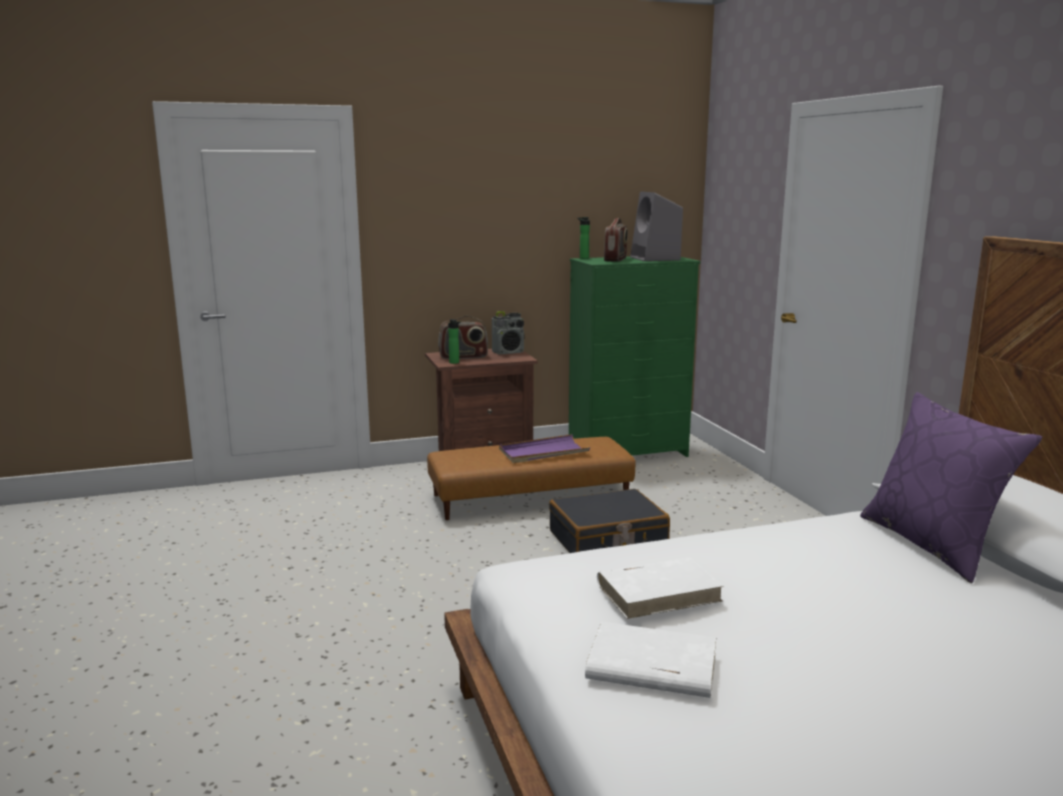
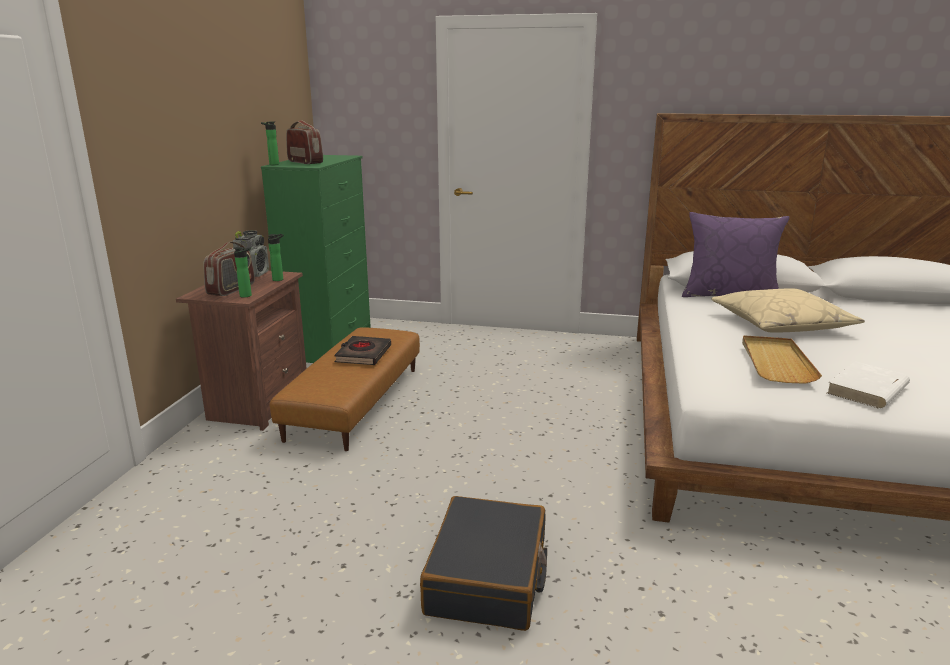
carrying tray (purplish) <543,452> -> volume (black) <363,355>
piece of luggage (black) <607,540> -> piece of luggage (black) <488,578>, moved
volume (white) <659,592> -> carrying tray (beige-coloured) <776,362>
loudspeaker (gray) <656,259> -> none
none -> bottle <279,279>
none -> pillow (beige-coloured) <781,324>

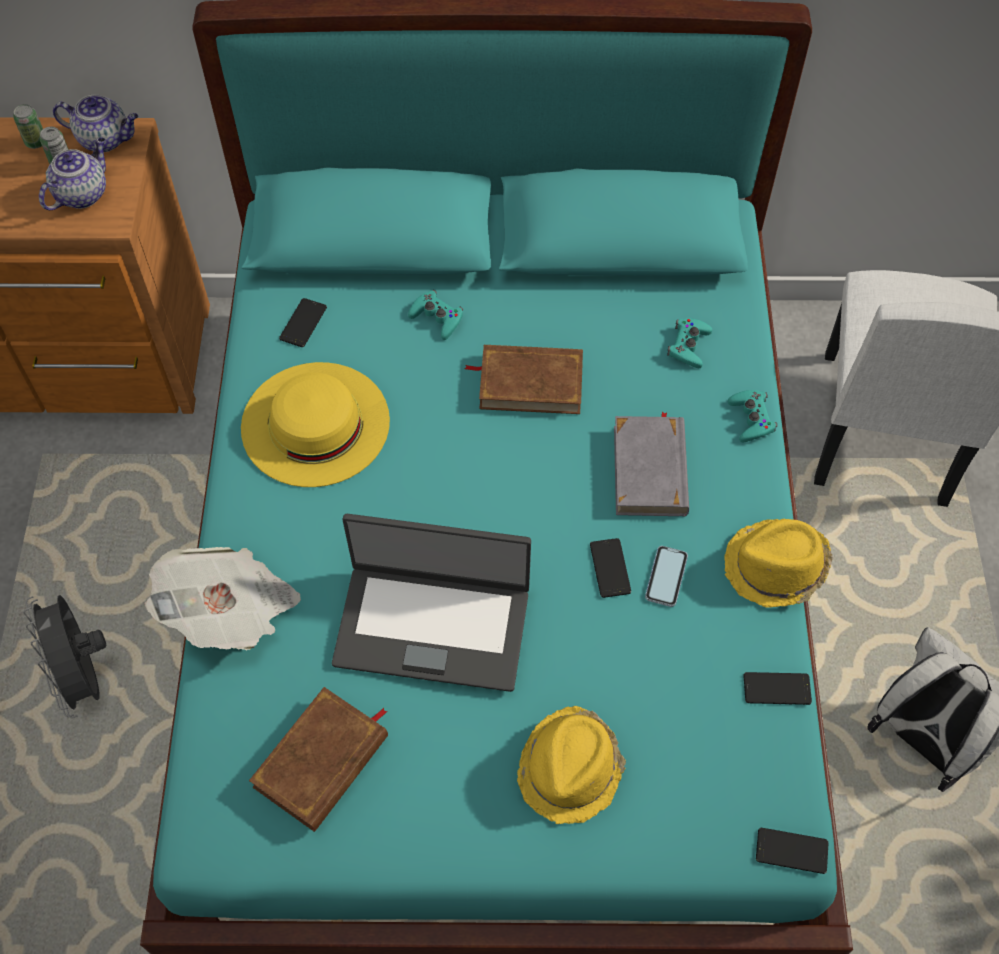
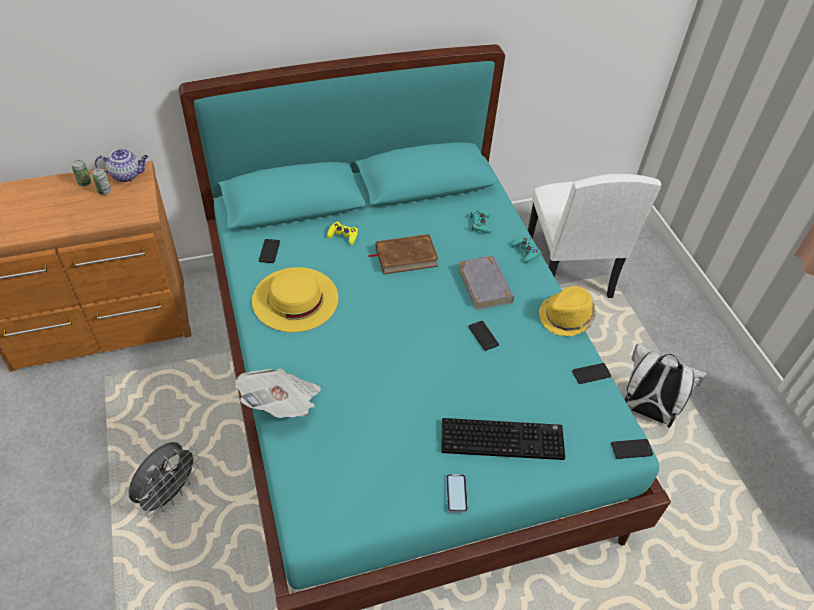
cooling fan (gray) <85,676> -> cooling fan (gray) <169,494>, 105 degrees counterclockwise
teapot <82,193> -> none
volume (brown) <322,761> -> none
notebook computer <432,625> -> none
joypad (blue-green) <437,318> -> joypad (yellow-coloured) <343,235>
hat (yellow-coloured) <571,769> -> keyboard <503,438>
handset <666,577> -> handset <456,493>, moved

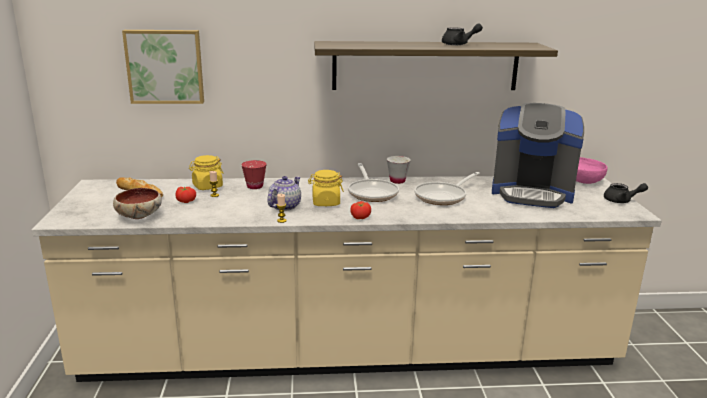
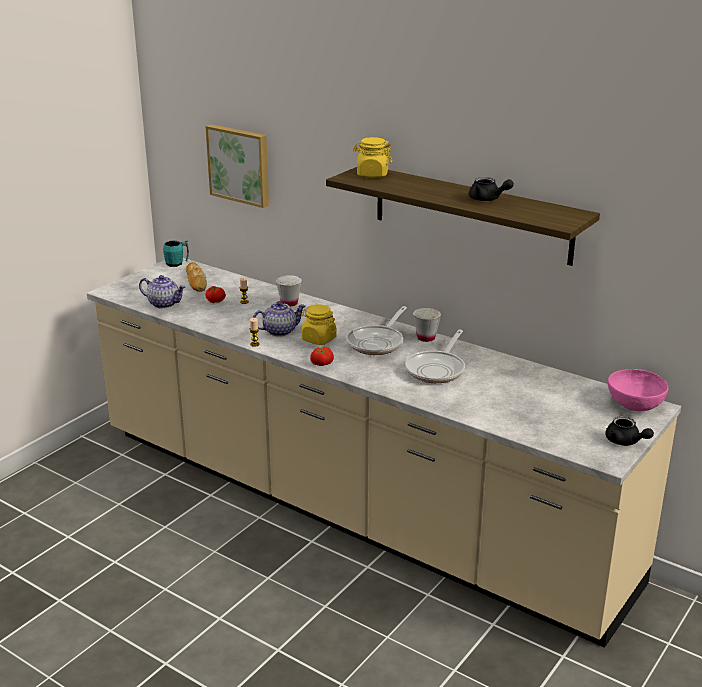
deep dish <139,215> -> teapot <164,304>
preserve jar (yellow-coloured) <207,186> -> preserve jar (yellow-coloured) <372,174>, moved
drinking cup (red) <255,186> -> drinking cup (white) <289,303>
skillet <443,196> -> skillet <437,369>, 60 degrees counterclockwise
coffee brewer <532,193> -> none
none -> tea mug (blue-green) <177,263>

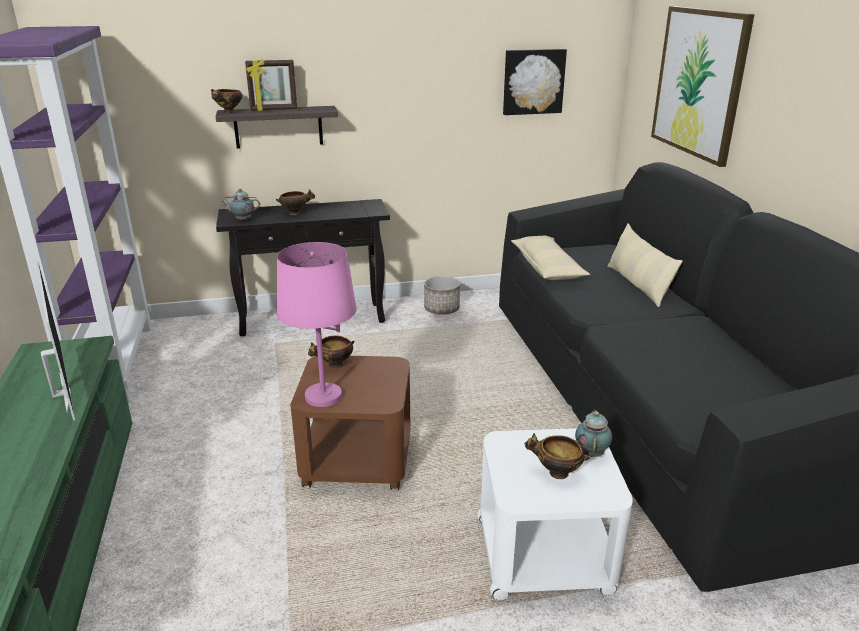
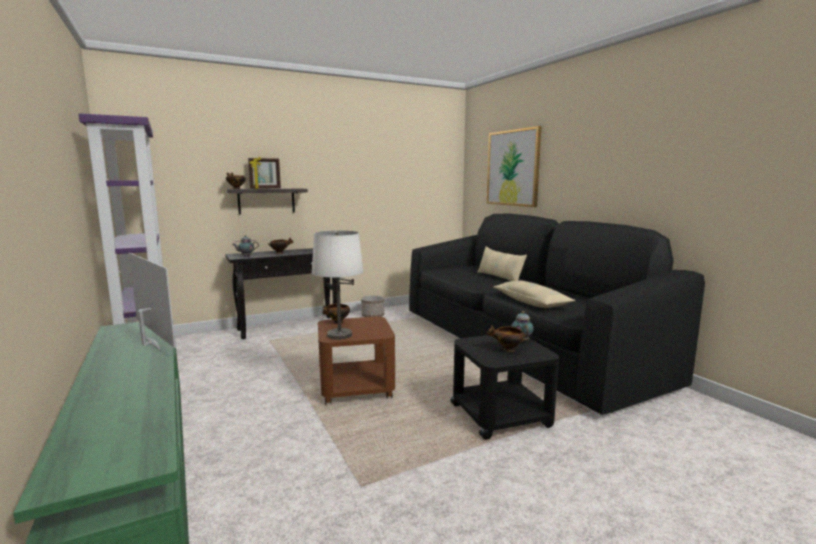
tabletop lamp (pink-coloured) <323,397> -> tabletop lamp (white) <339,335>
accent table (white) <545,554> -> accent table (black) <501,415>
wall art <533,81> -> none
pillow (beige-coloured) <547,268> -> pillow (beige-coloured) <531,302>, moved

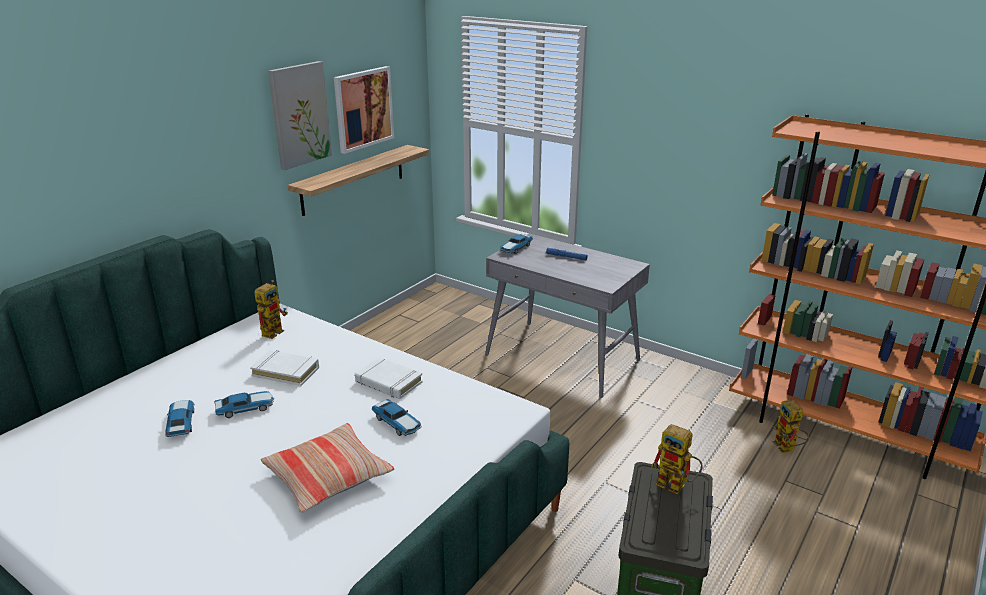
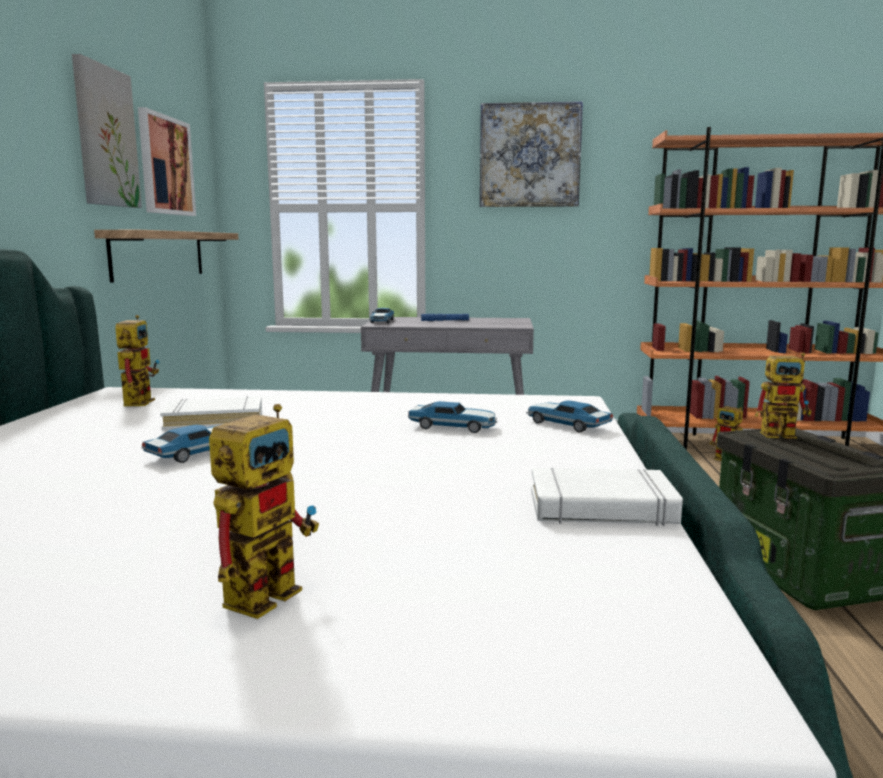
miniature car <181,423> -> miniature car <566,424>, moved
pillow <328,476> -> none
volume (white) <388,382> -> volume (white) <601,507>, moved
none -> toy robot <268,589>
none -> wall art <530,155>

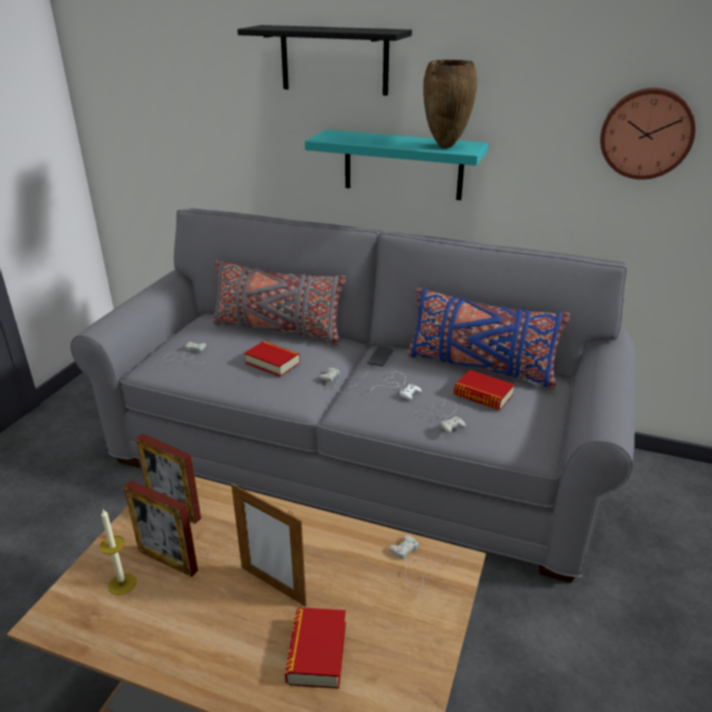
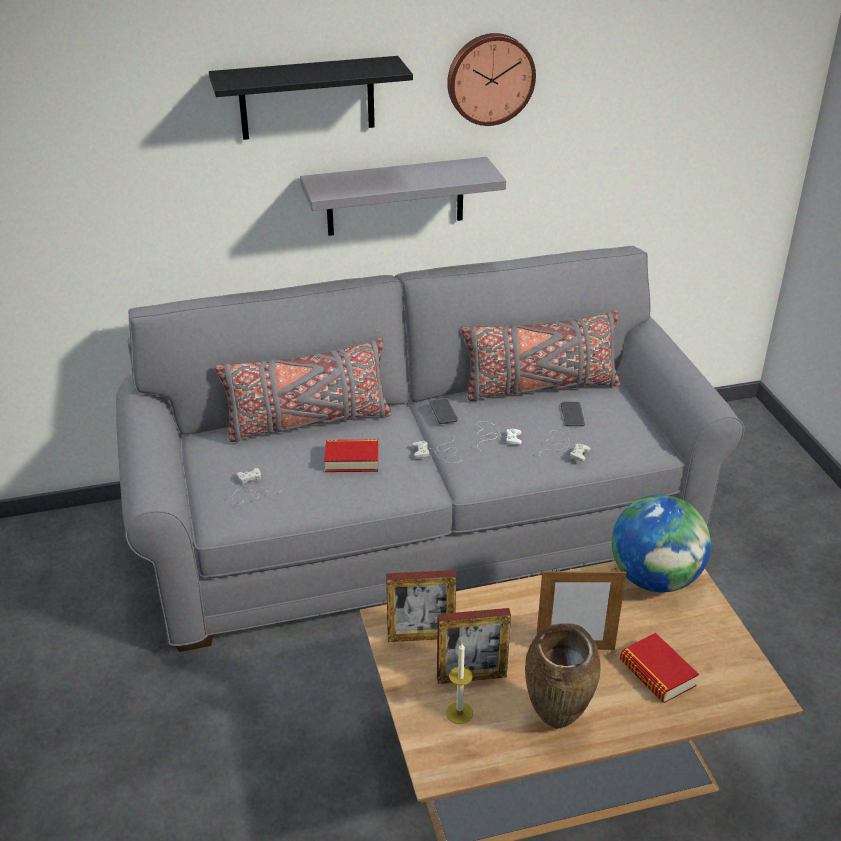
bracket shelf (blue-green) <403,165> -> bracket shelf (gray) <395,196>
joypad (white) <417,564> -> globe <654,578>
pillow (bluish) <480,366> -> pillow (gray) <540,387>
vase (brown) <446,147> -> vase (brown) <557,722>, moved
volume <483,395> -> handset <572,415>
wall clock <646,133> -> wall clock <490,78>, moved

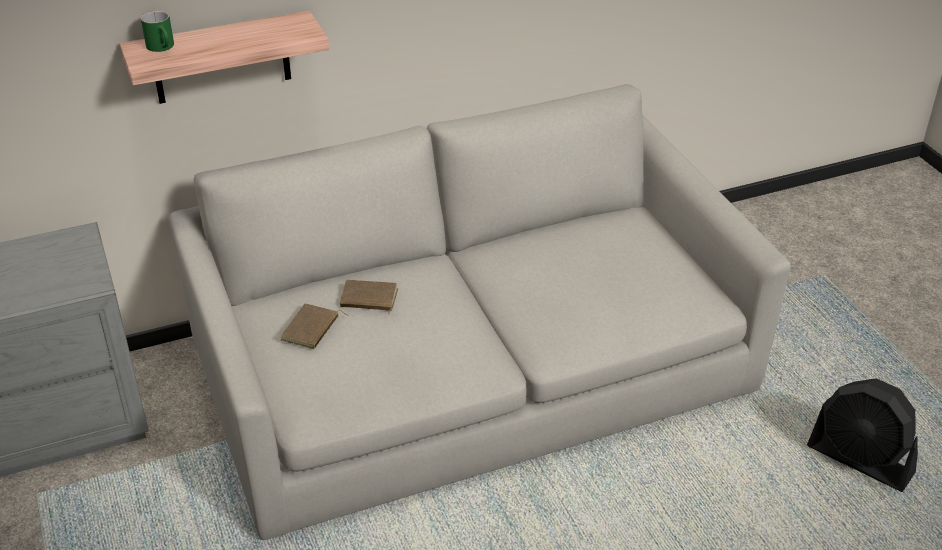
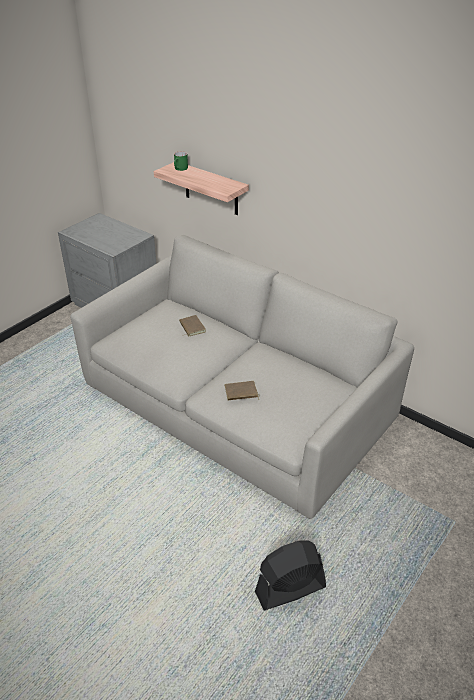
volume (brown) <312,329> -> volume (brown) <241,393>, moved
cooling fan (black) <860,460> -> cooling fan (black) <290,589>, 60 degrees clockwise

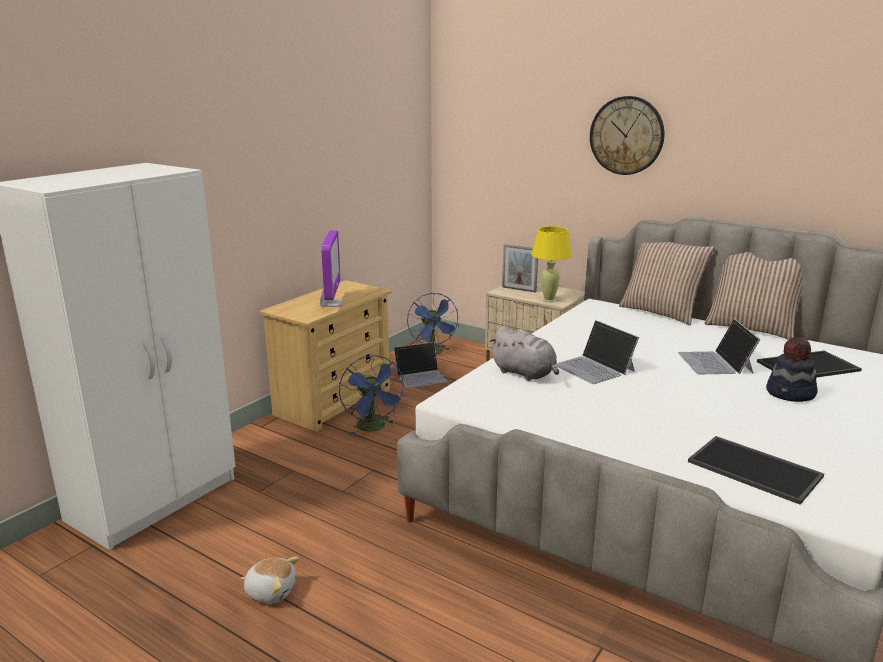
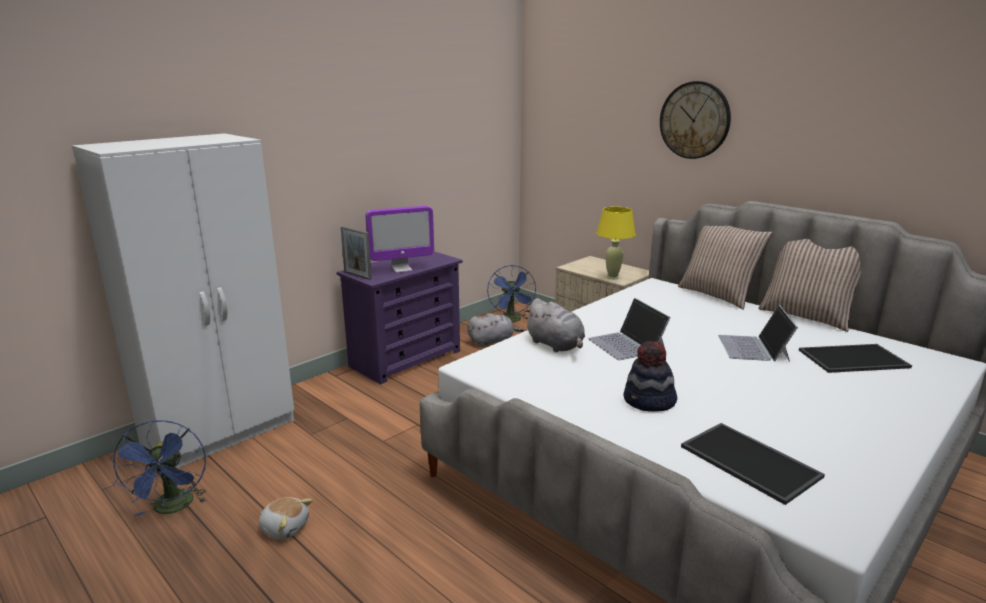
chest of drawers (beige-coloured) <334,401> -> chest of drawers (purplish) <406,358>
computer display <331,304> -> computer display <402,269>, 60 degrees clockwise
cooling fan (bluish) <374,428> -> cooling fan (bluish) <173,508>, moved
notebook computer <421,376> -> soft toy (gray) <492,341>
photo frame <519,289> -> photo frame <357,275>, moved
hat <791,394> -> hat <649,402>, moved

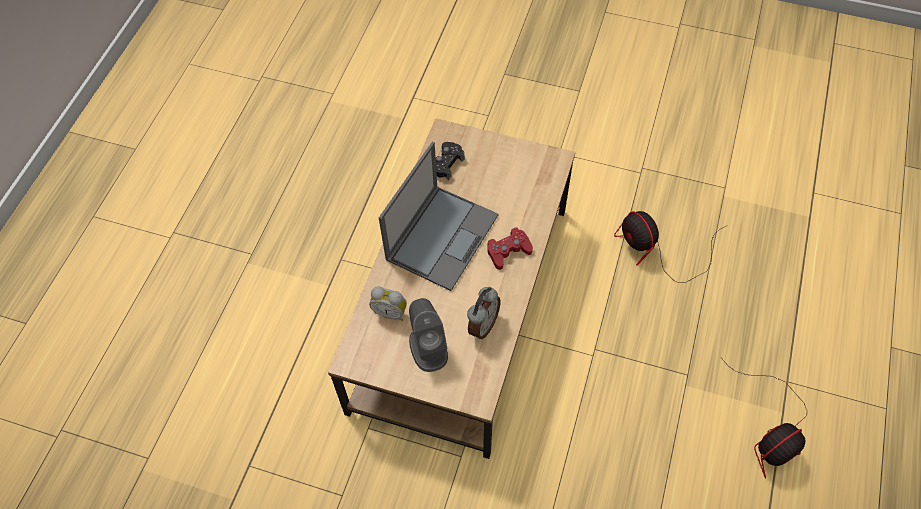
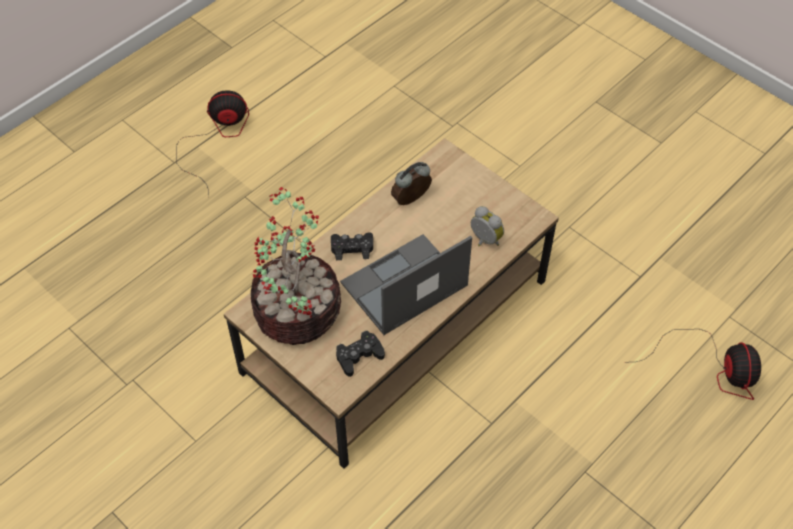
loudspeaker (gray) <428,347> -> none
joypad (red) <508,251> -> joypad (black) <352,248>
cooling fan <657,251> -> cooling fan <713,368>, moved
none -> houseplant <297,310>

